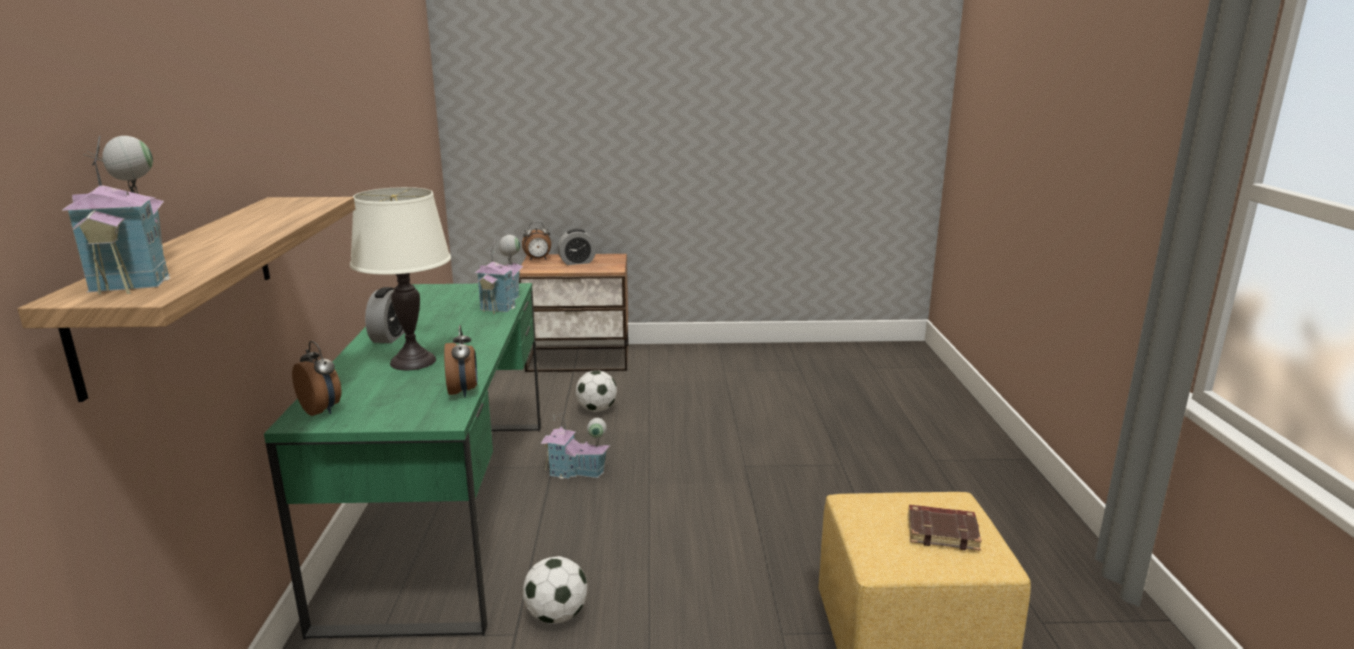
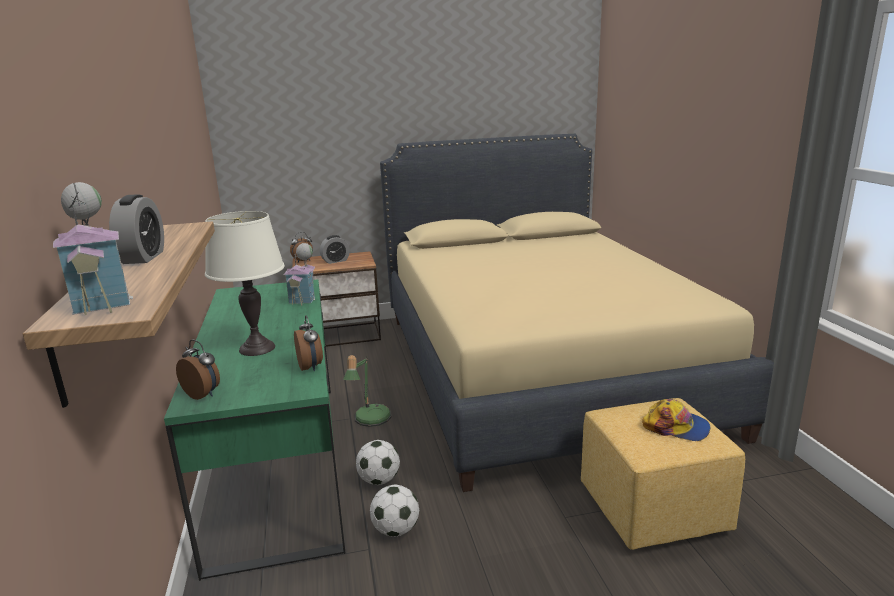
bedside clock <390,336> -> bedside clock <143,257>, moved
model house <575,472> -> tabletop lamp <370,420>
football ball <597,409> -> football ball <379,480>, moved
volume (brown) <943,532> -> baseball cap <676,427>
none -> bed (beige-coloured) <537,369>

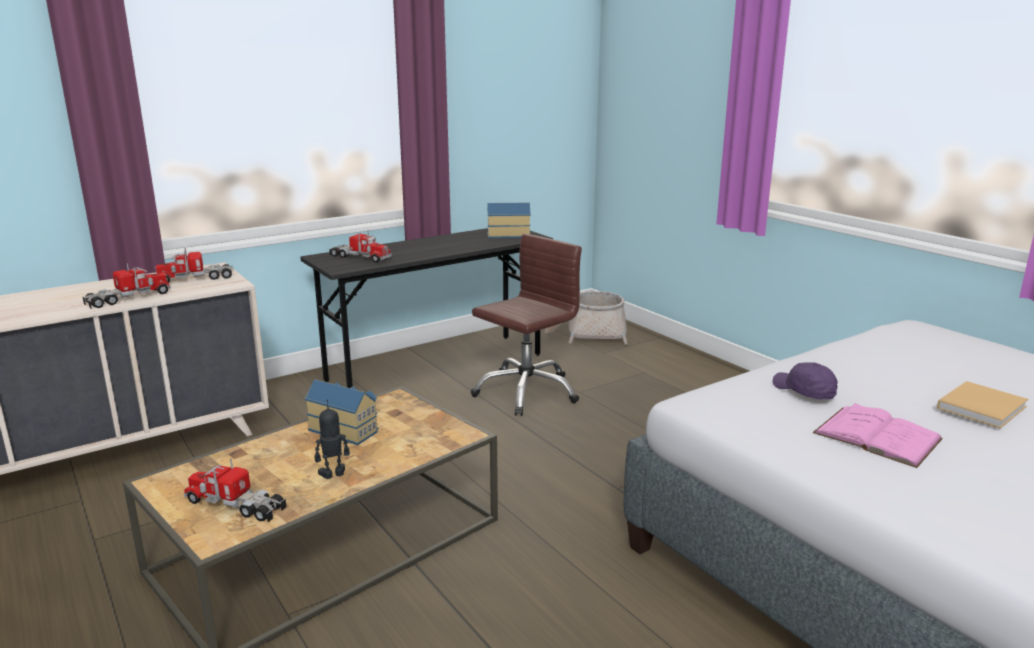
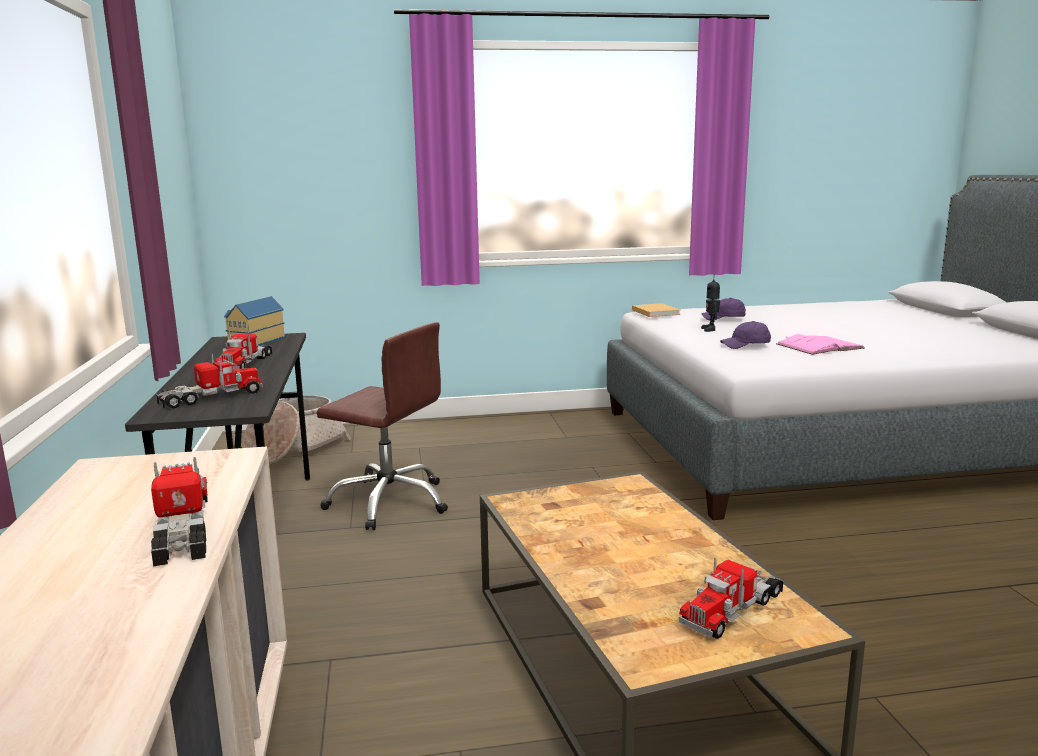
toy truck <196,278> -> toy truck <245,363>, moved
model house <345,429> -> none
toy robot <333,474> -> toy robot <710,329>, moved
desk chair (brown) <526,391> -> desk chair (brown) <389,502>, 135 degrees clockwise
volume (beige-coloured) <982,406> -> volume (beige-coloured) <655,312>, moved
none -> baseball cap (purplish) <724,318>

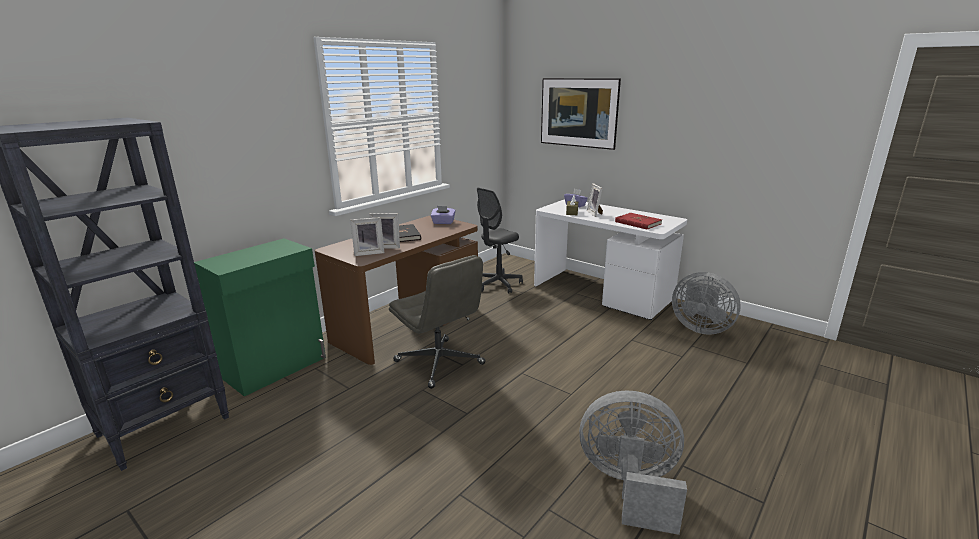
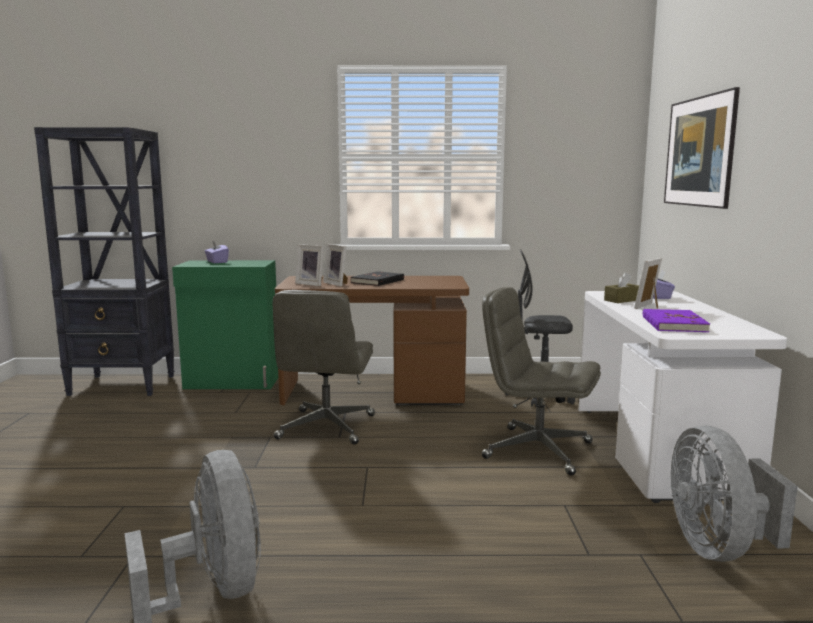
tissue box (purplish) <443,222> -> tissue box (purplish) <217,262>, moved
volume (red) <638,223> -> volume (purplish) <673,324>
none -> desk chair (gray) <536,450>

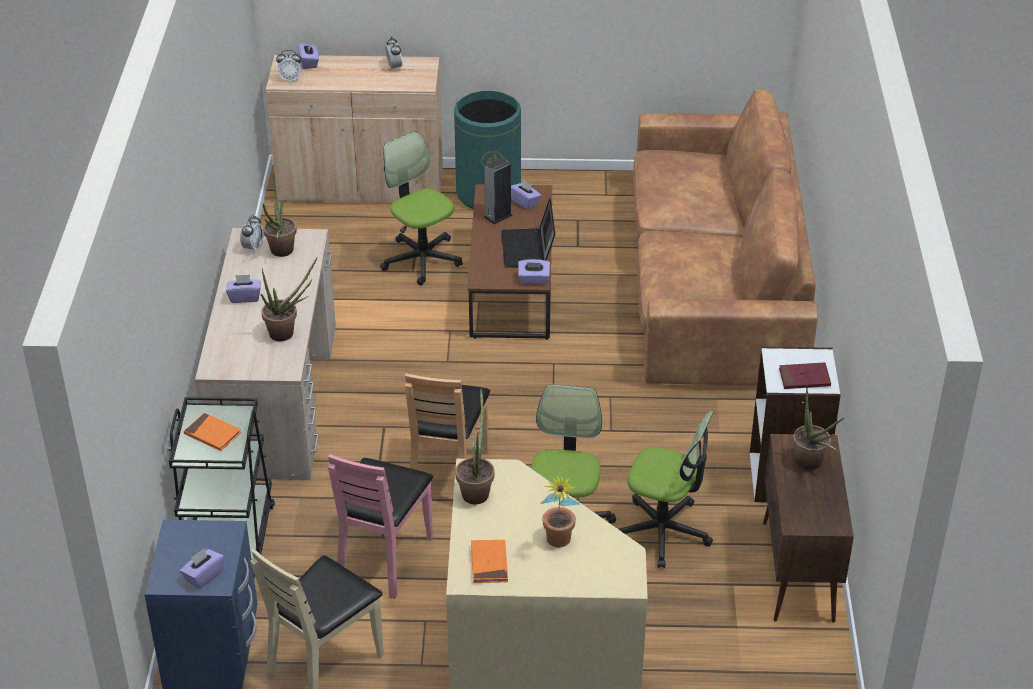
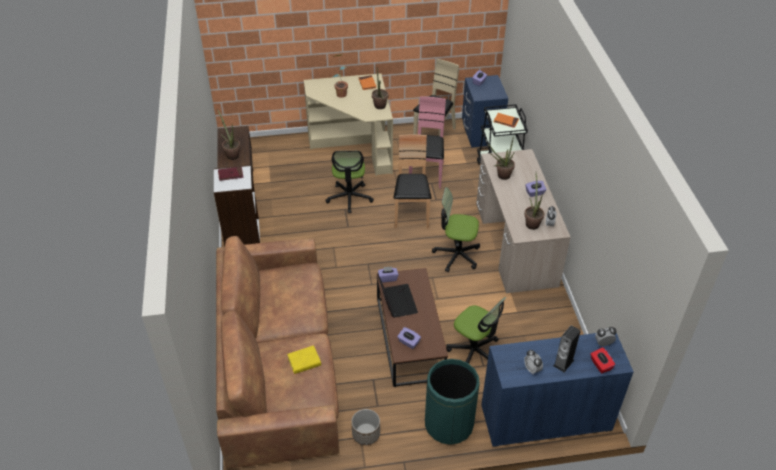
cupboard (beige-coloured) <361,186> -> cupboard (bluish) <545,418>
tissue box (purplish) <309,63> -> tissue box (red) <600,365>
loudspeaker <498,216> -> loudspeaker <563,363>, moved
desk chair <663,531> -> desk chair <456,255>, moved
none -> volume (yellow-coloured) <304,362>
none -> plant pot <366,434>

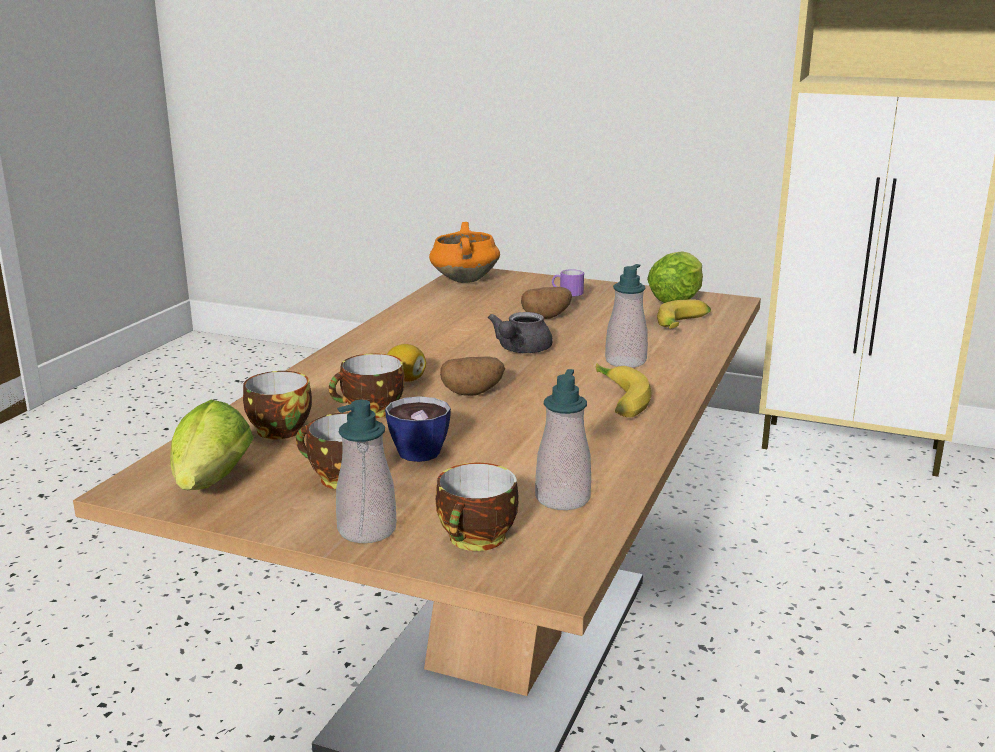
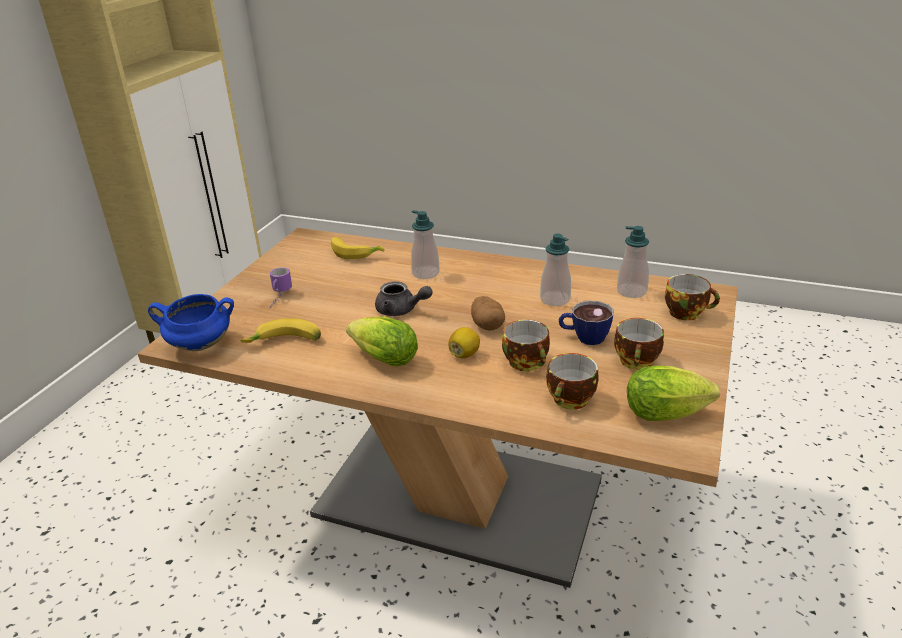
soap dispenser <367,530> -> soap dispenser <555,299>, moved
saucepot (orange-coloured) <464,280> -> saucepot (bluish) <199,345>
potato <546,317> -> none
banana <616,400> -> banana <285,343>, moved
lettuce <678,299> -> lettuce <381,358>, moved

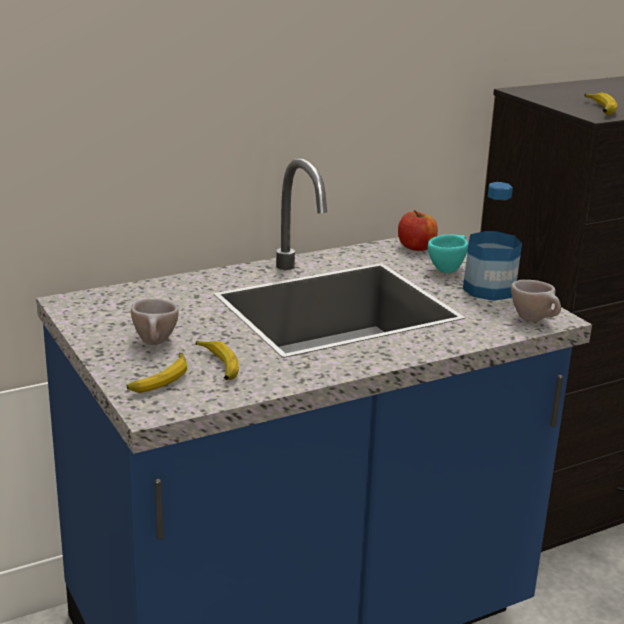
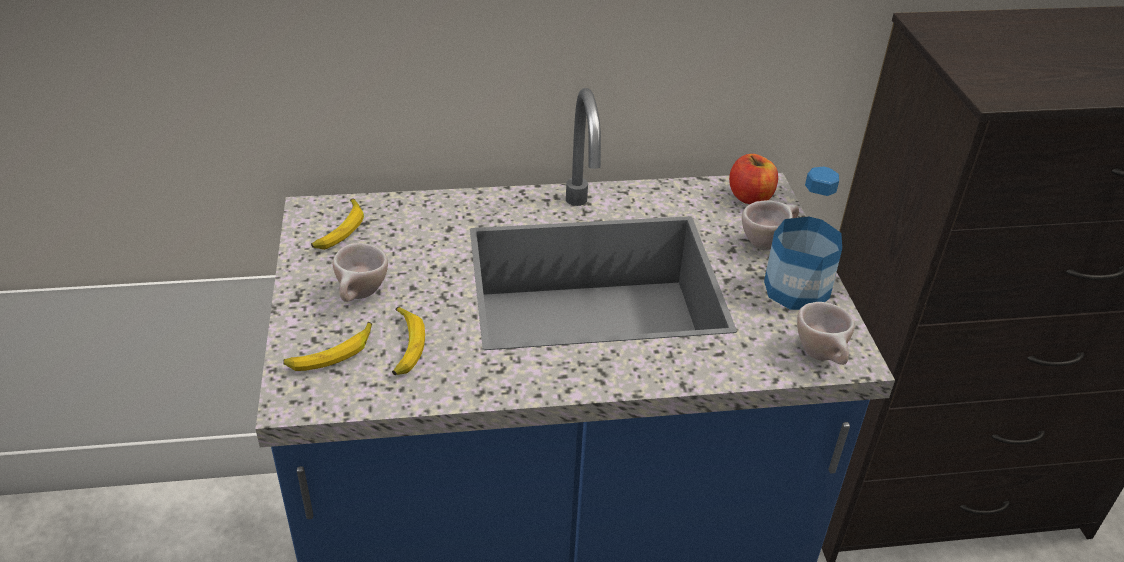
drinking cup (blue-green) <448,269> -> drinking cup (beige-coloured) <767,242>
banana <600,109> -> banana <339,230>, moved

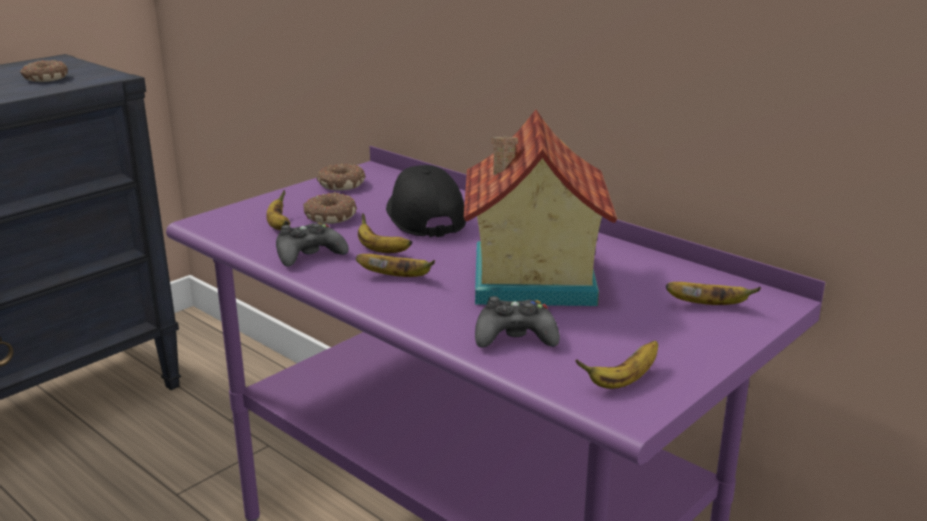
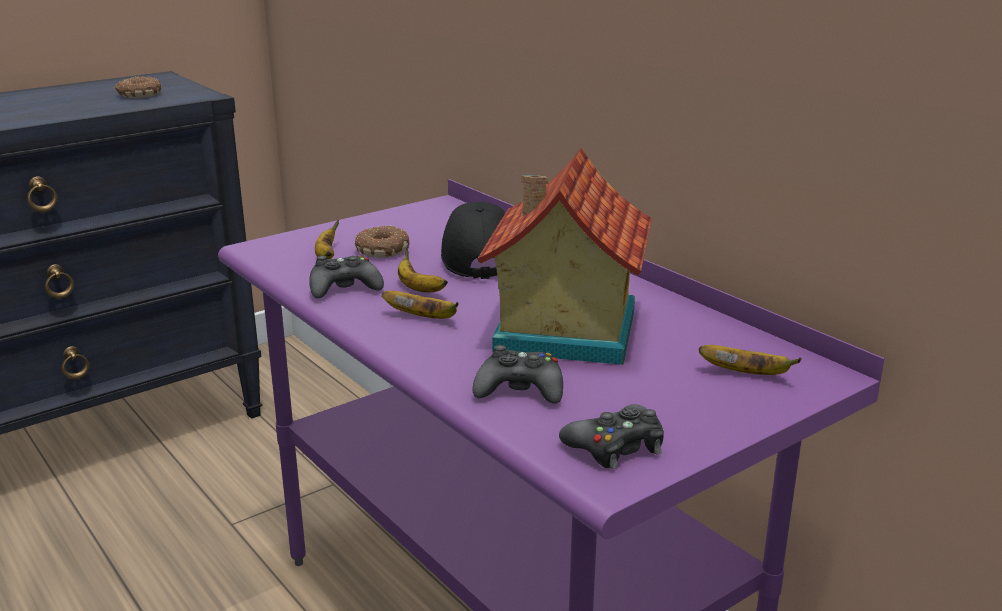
donut <341,184> -> none
banana <623,381> -> joypad (black) <615,447>

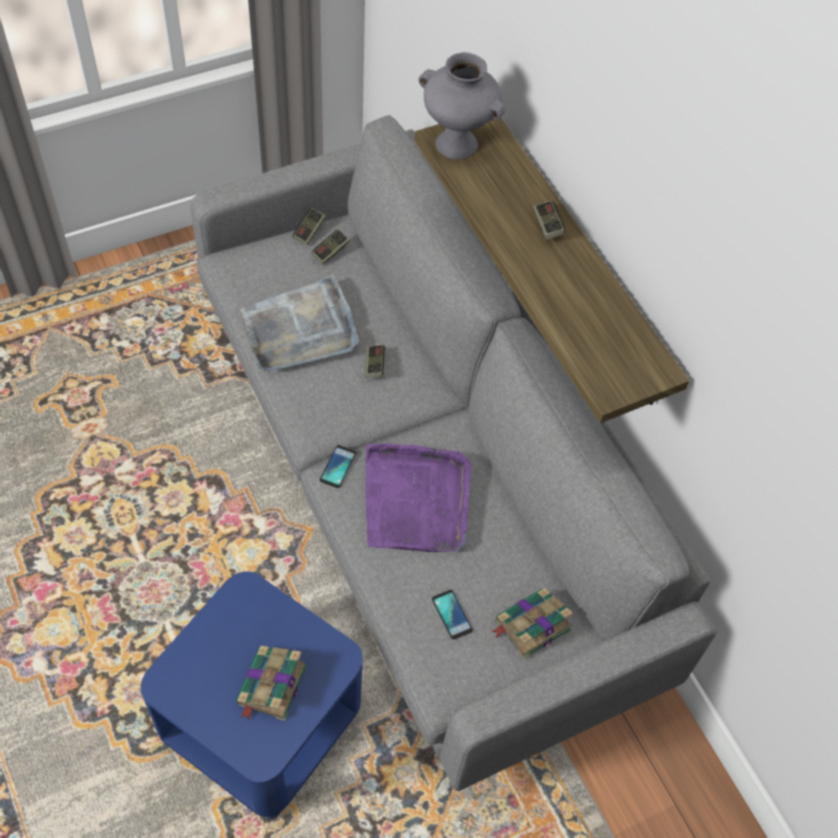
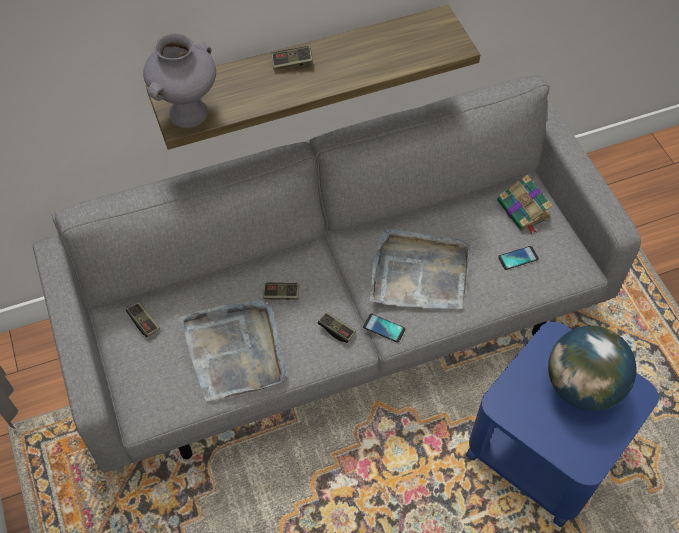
volume <271,686> -> globe <582,385>
joypad <309,231> -> joypad <336,330>, moved
carrying tray (purplish) <416,501> -> carrying tray (gray) <419,273>

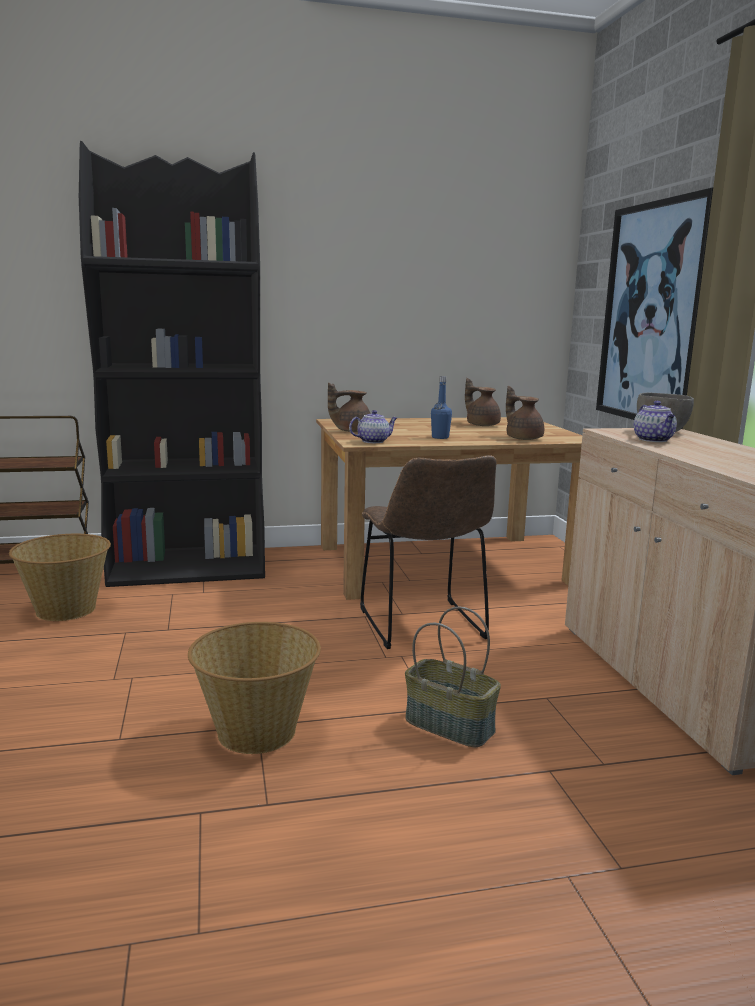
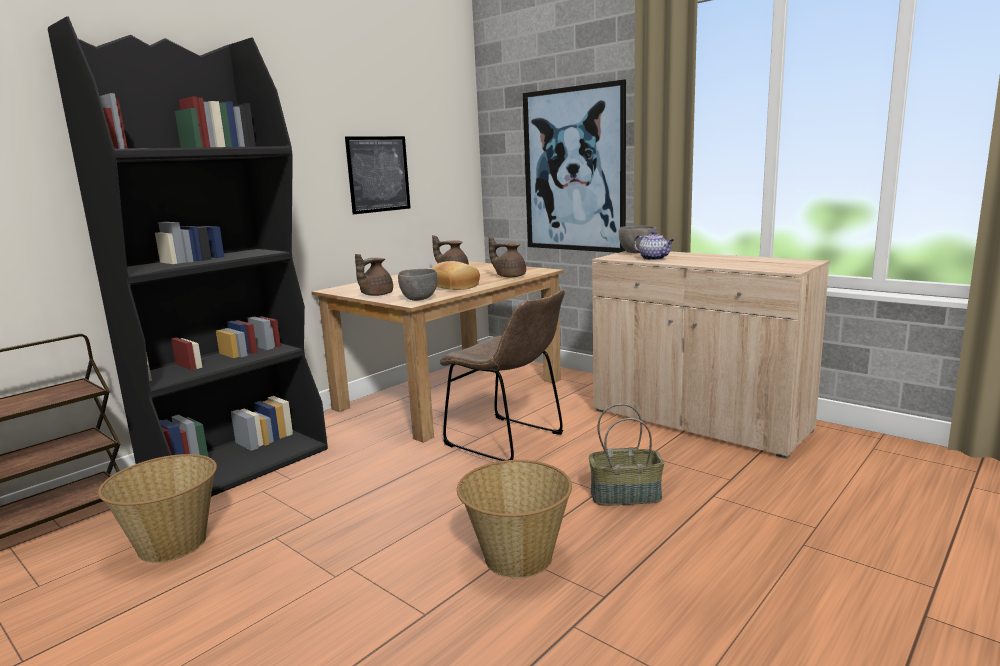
teapot <373,441> -> deep dish (gray) <419,299>
bottle (bluish) <440,437> -> bakery bread <455,286>
none -> wall art <378,174>

